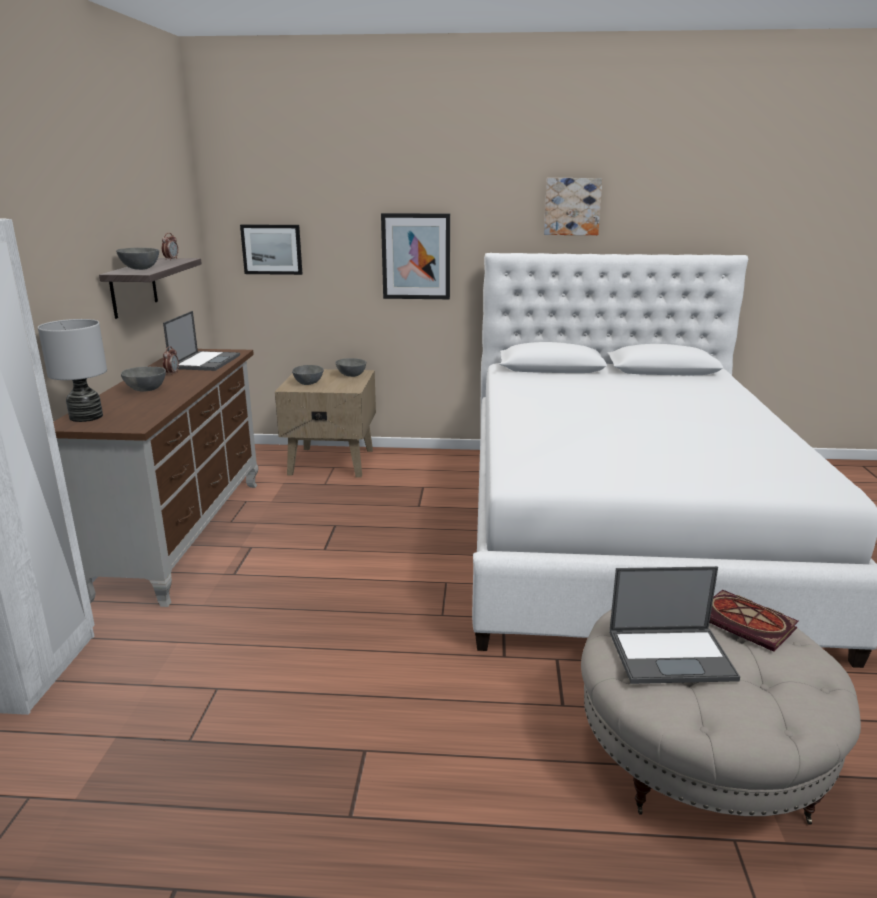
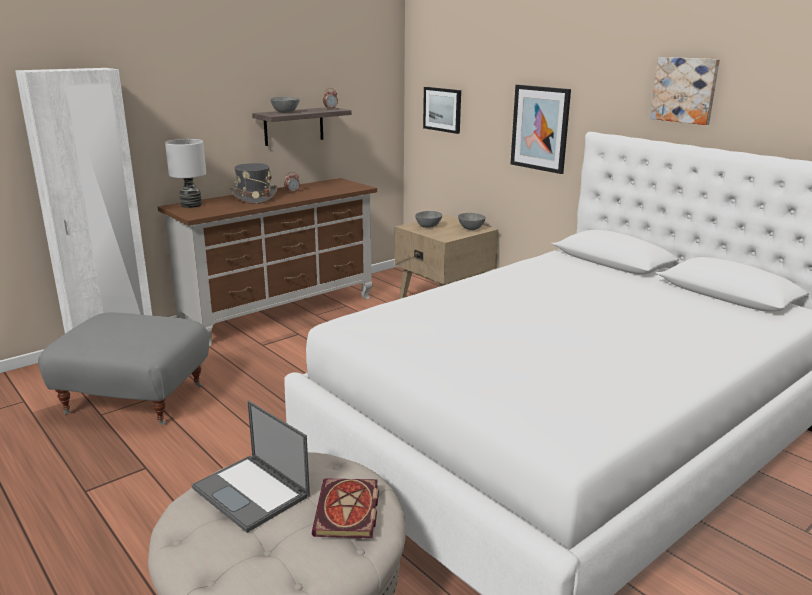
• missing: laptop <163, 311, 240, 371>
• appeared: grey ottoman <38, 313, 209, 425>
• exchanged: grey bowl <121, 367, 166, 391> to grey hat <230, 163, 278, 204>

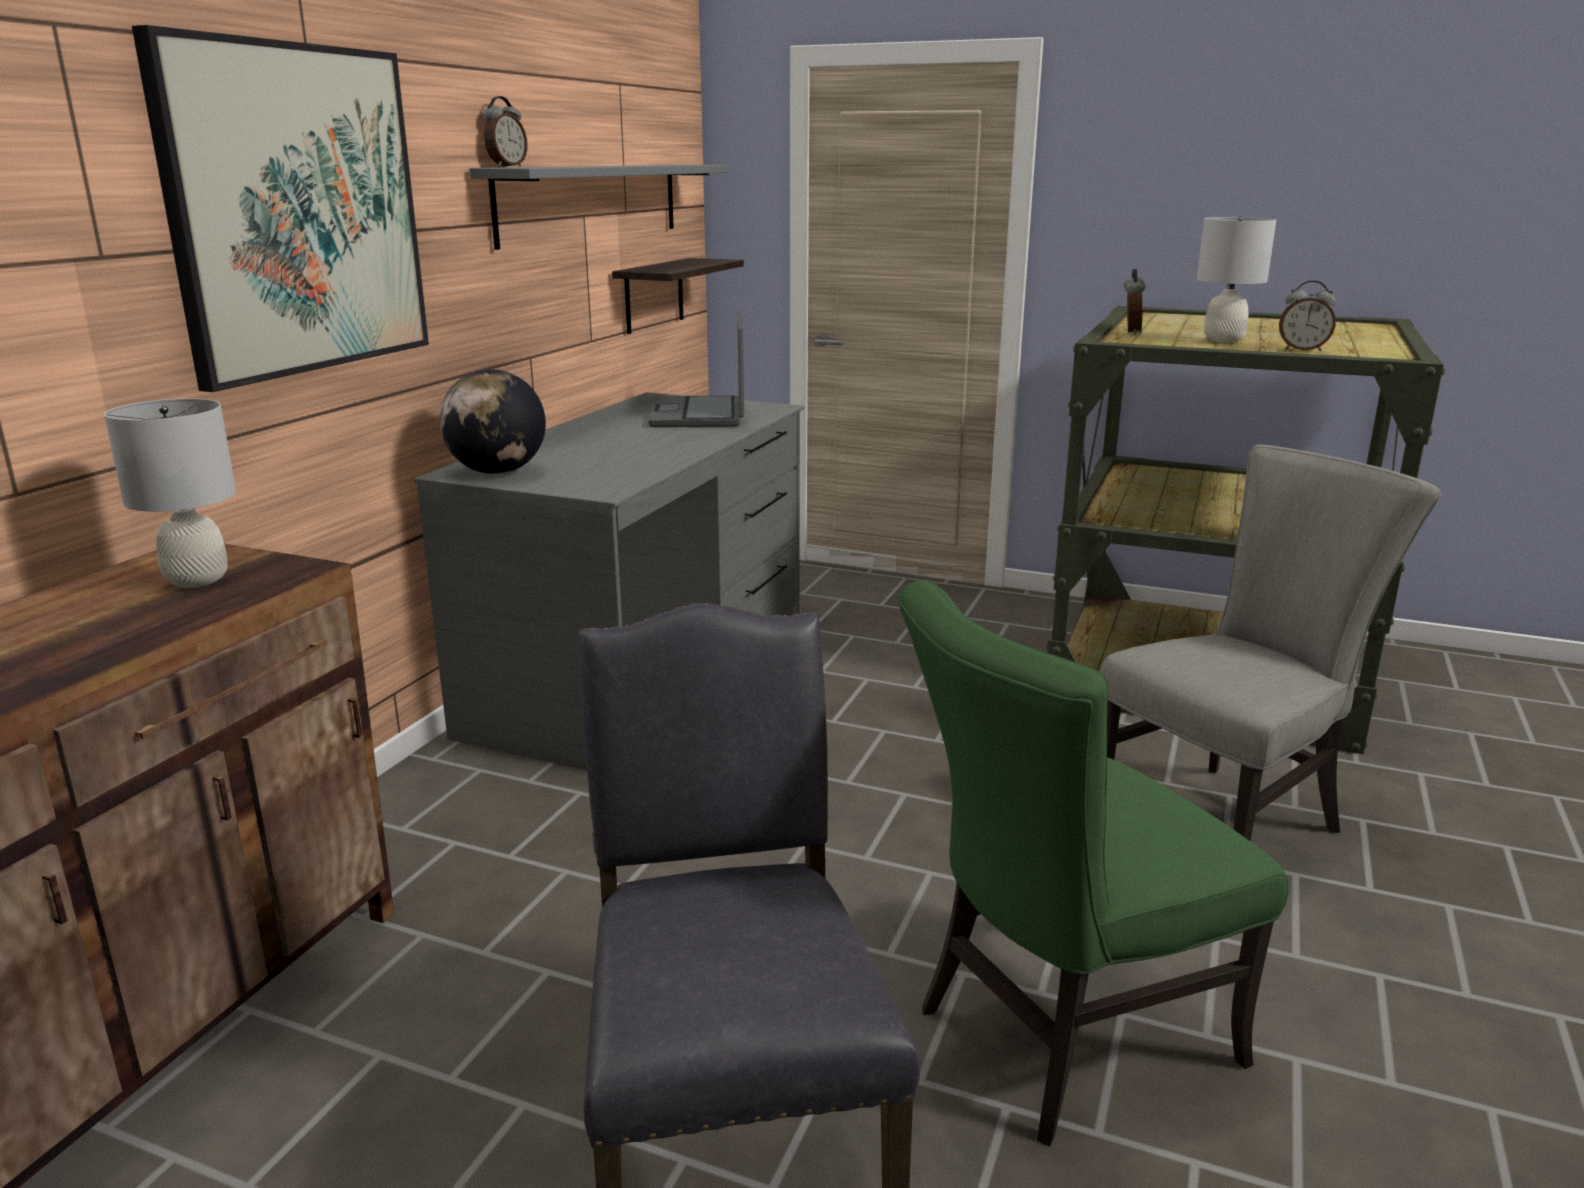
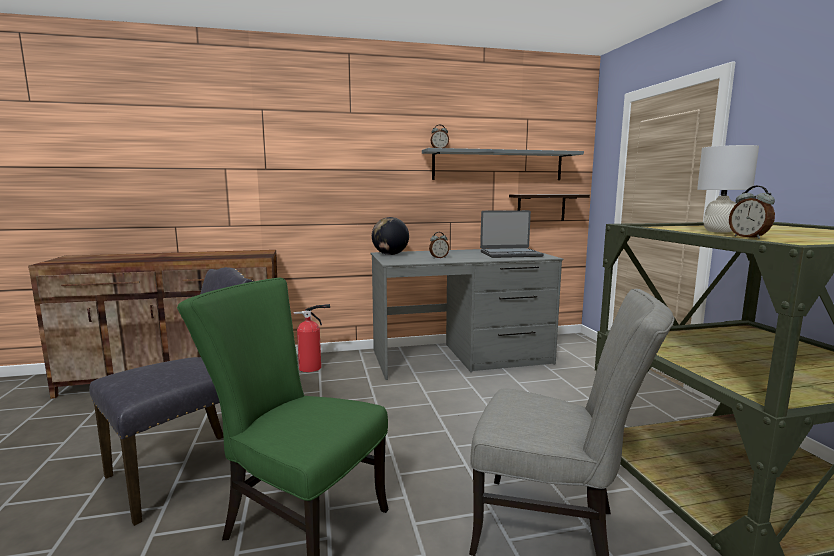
• missing: grey table lamp <104, 398, 236, 588>
• missing: picture <132, 25, 429, 392>
• appeared: fire extinguisher <293, 304, 330, 372>
• relocated: alarm clock <1124, 269, 1146, 334> to <429, 232, 449, 258>
• spun: laptop <648, 310, 744, 427> = <480, 210, 544, 258> 150 degrees counterclockwise

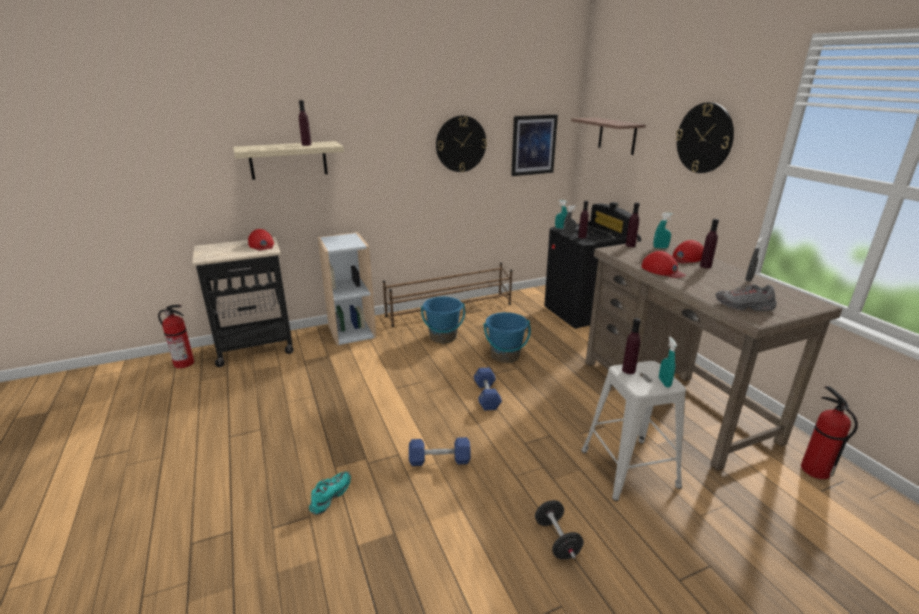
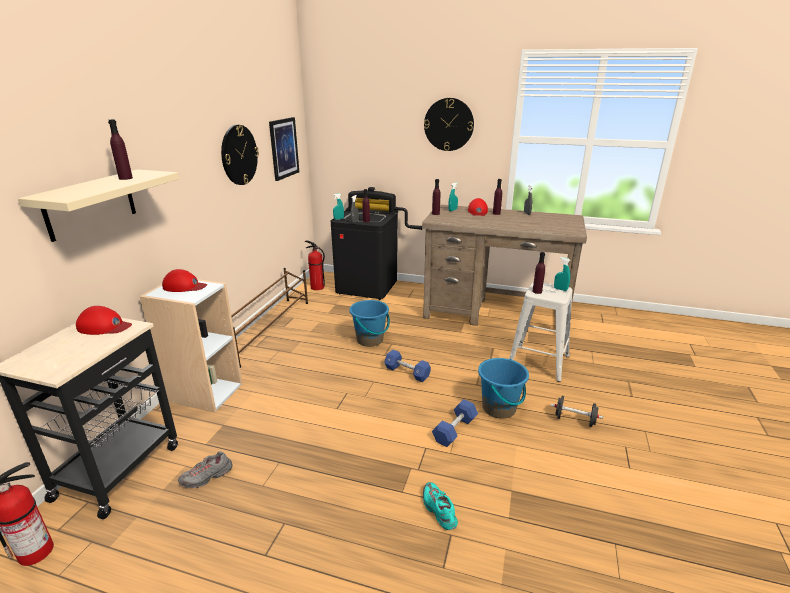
• missing: shelf <571, 117, 646, 155>
• relocated: blue bucket <421, 297, 465, 343> to <478, 358, 529, 419>
• relocated: red cap <641, 251, 686, 278> to <162, 269, 207, 292>
• relocated: grey shoe <716, 284, 777, 311> to <178, 451, 233, 488>
• relocated: fire extinguisher <801, 386, 858, 479> to <305, 240, 325, 290>

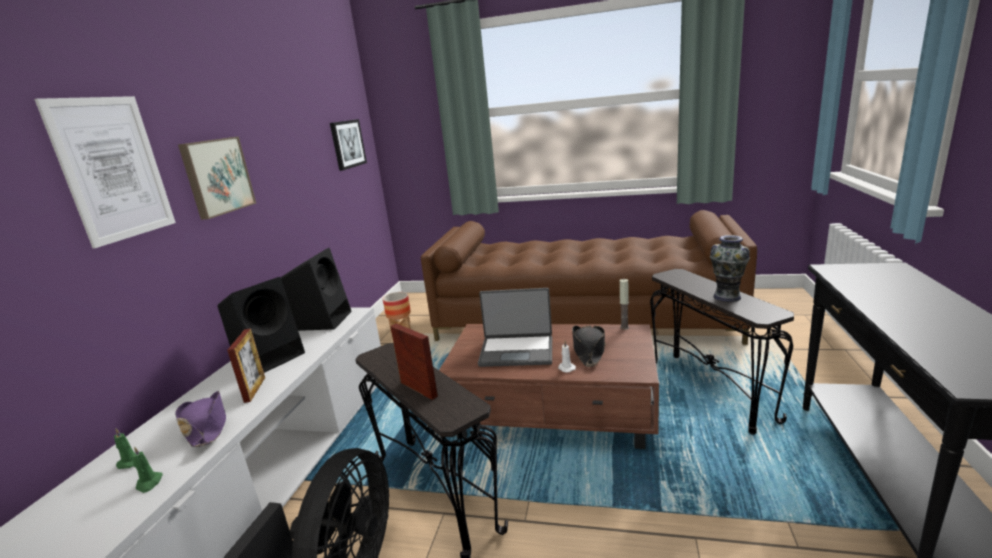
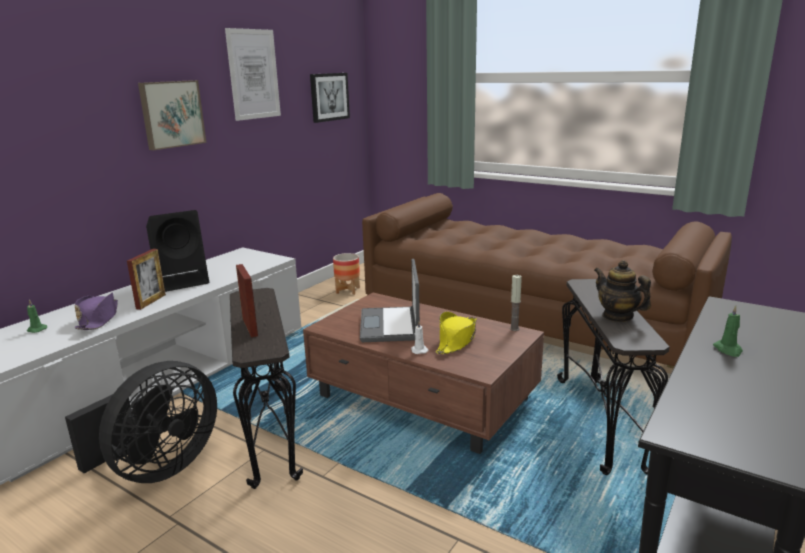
• missing: black speaker <281, 248, 352, 331>
• relocated: picture <34, 96, 176, 248> to <225, 28, 281, 121>
• relocated: green candle <132, 446, 163, 493> to <713, 305, 743, 357>
• exchanged: vase <710, 235, 750, 302> to teapot <594, 260, 651, 322>
• colour: black hat <572, 325, 606, 367> to yellow hat <436, 312, 476, 354>
• spun: laptop <478, 288, 552, 367> = <360, 259, 420, 342> 60 degrees clockwise

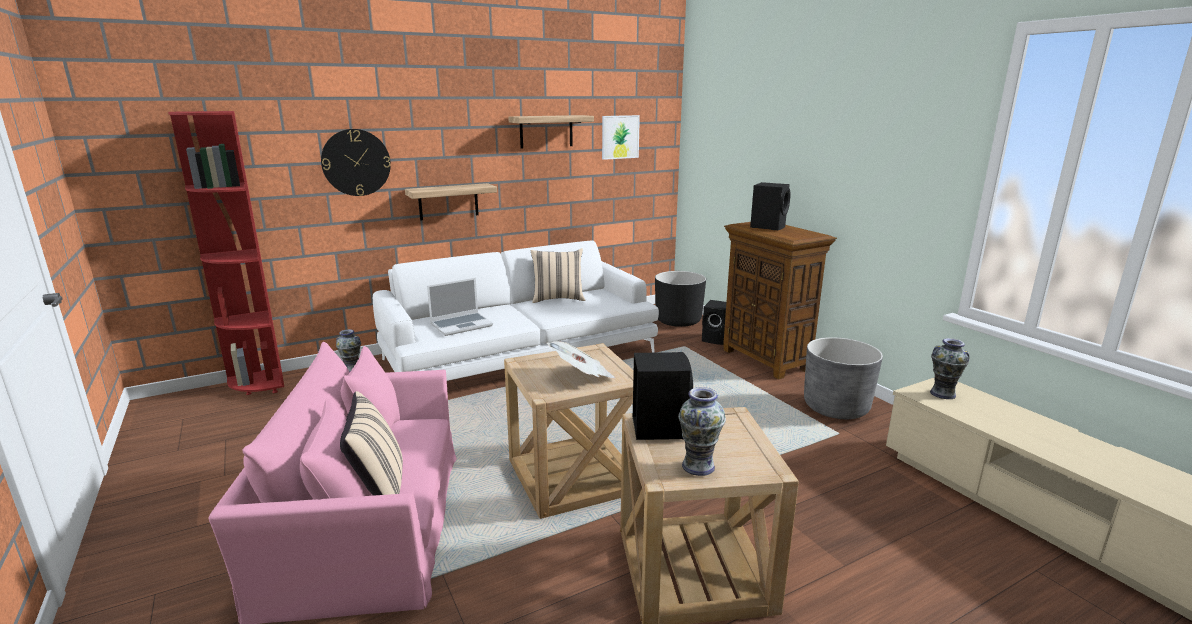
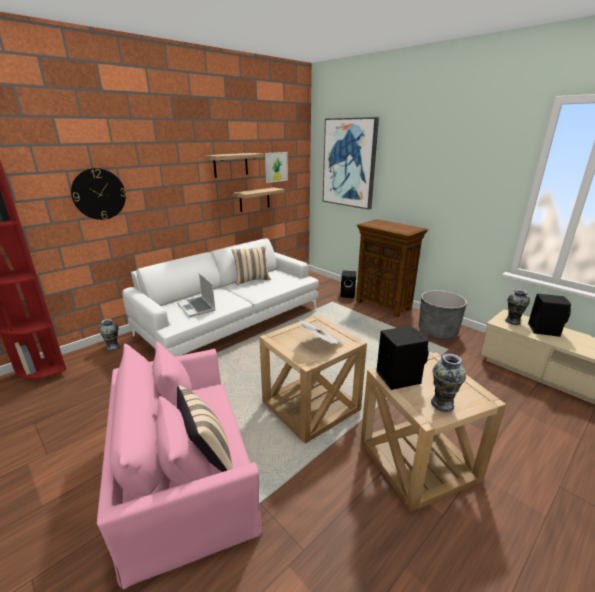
• missing: black planter <655, 271, 706, 327>
• appeared: picture <323, 117, 379, 210>
• relocated: shelf <405, 183, 497, 221> to <233, 187, 285, 212>
• relocated: black speaker <750, 182, 791, 230> to <528, 294, 571, 337>
• spun: laptop <427, 278, 493, 336> = <177, 273, 216, 317> 105 degrees clockwise

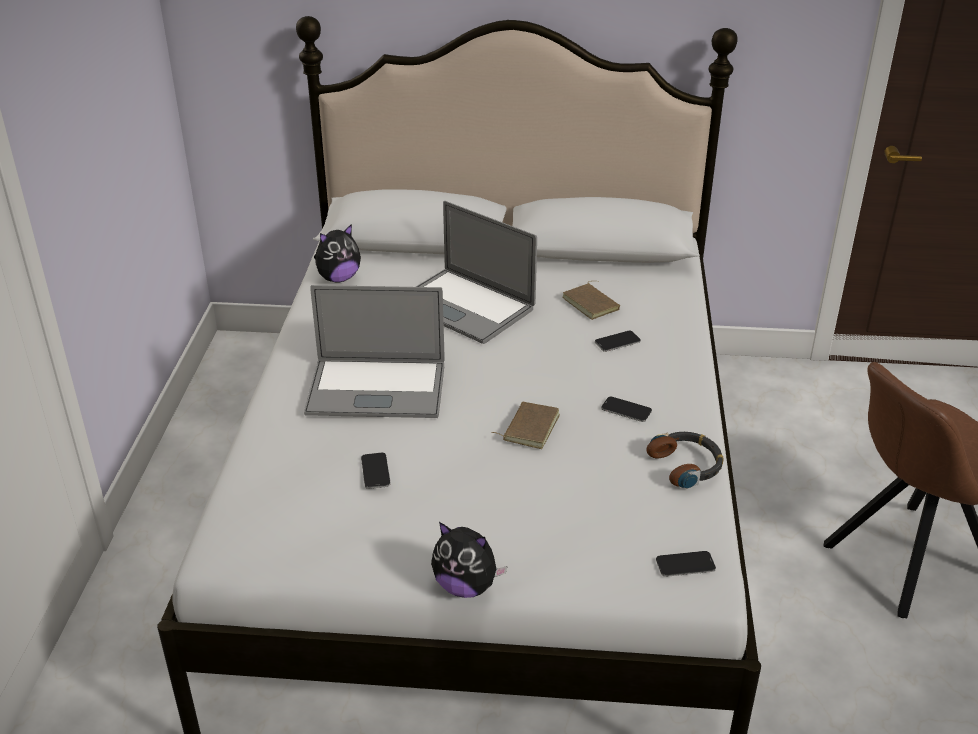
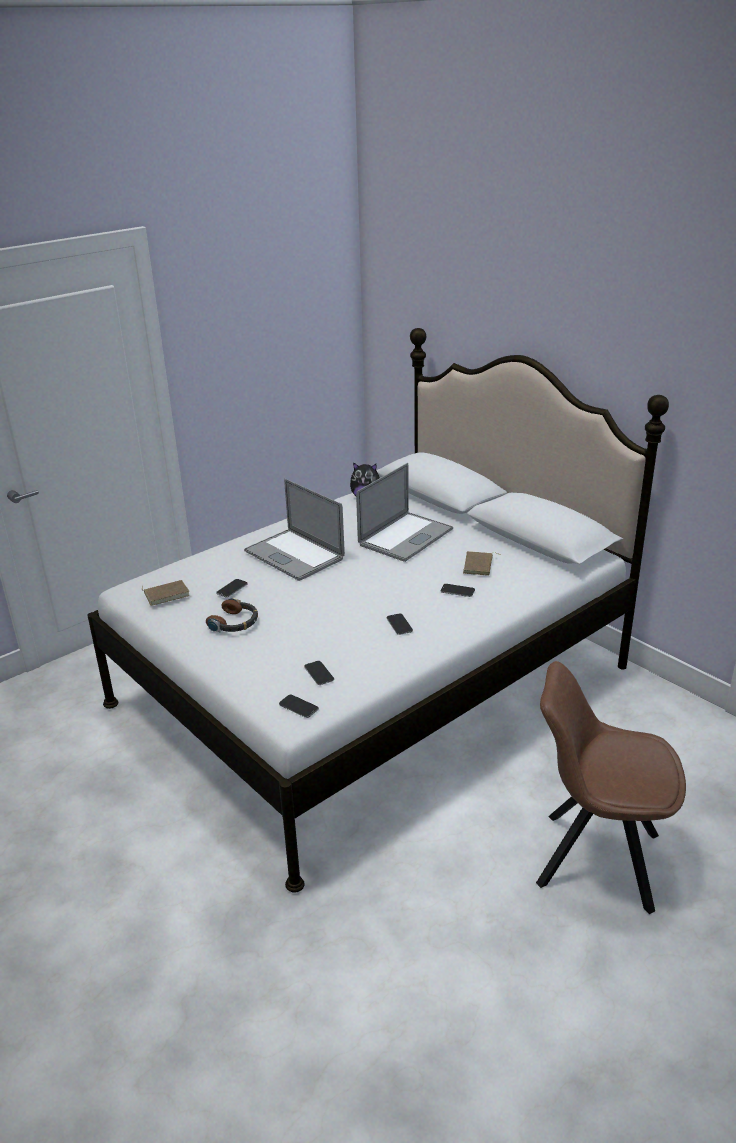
• missing: plush toy <431, 522, 508, 598>
• appeared: phone <304, 661, 334, 685>
• relocated: brown book <491, 402, 560, 449> to <142, 580, 189, 606>
• relocated: headphones <646, 432, 723, 489> to <206, 598, 258, 632>
• spun: laptop <416, 201, 537, 344> = <356, 463, 453, 562> 135 degrees counterclockwise

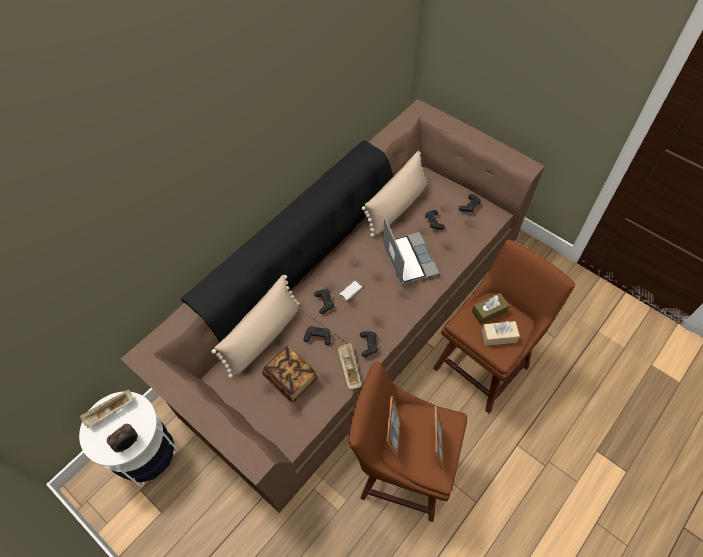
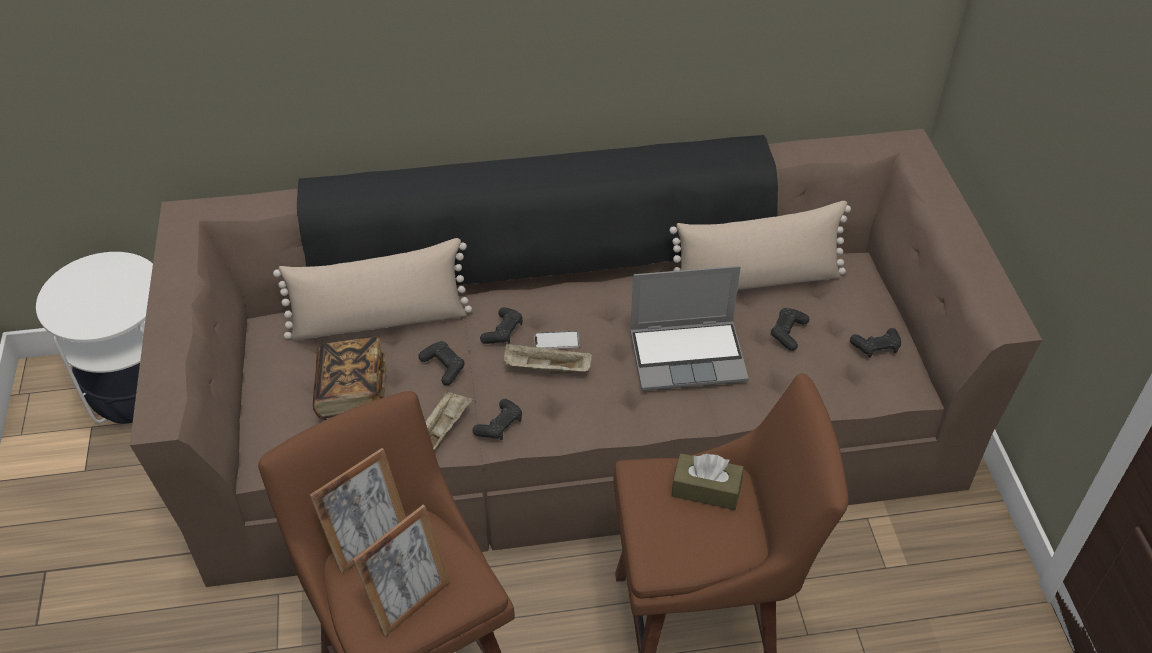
• missing: alarm clock <107, 424, 138, 452>
• missing: beige tissue box <482, 321, 520, 346>
• relocated: beige tray <80, 389, 133, 428> to <504, 344, 592, 374>
• spun: laptop <383, 218, 439, 285> = <630, 266, 749, 391> 60 degrees clockwise

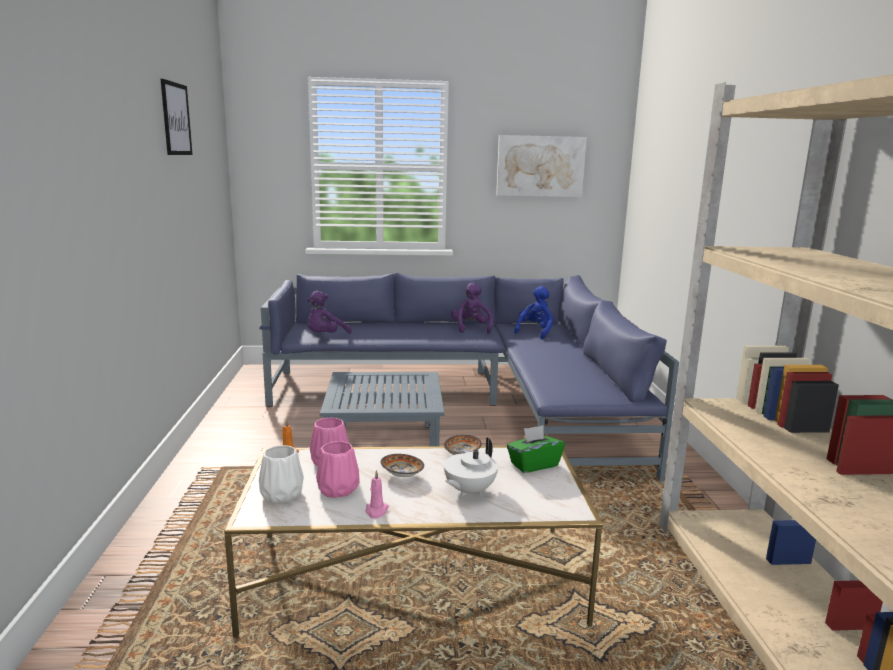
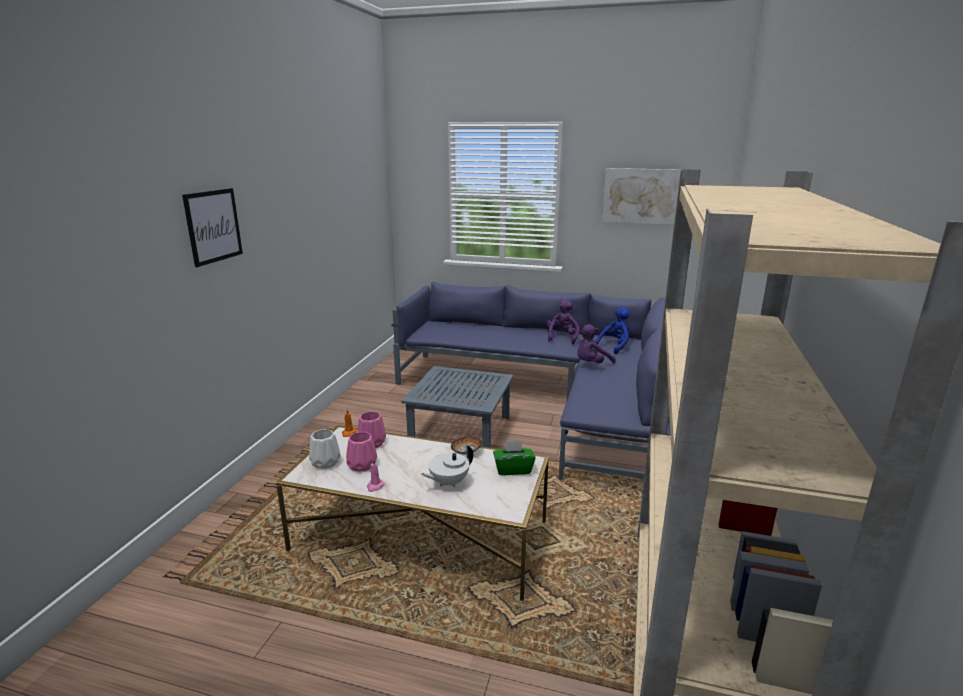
• missing: bowl <381, 454, 424, 477>
• relocated: picture <161, 79, 193, 155> to <182, 188, 243, 267>
• relocated: purple plush toy <307, 291, 352, 334> to <577, 324, 616, 363>

